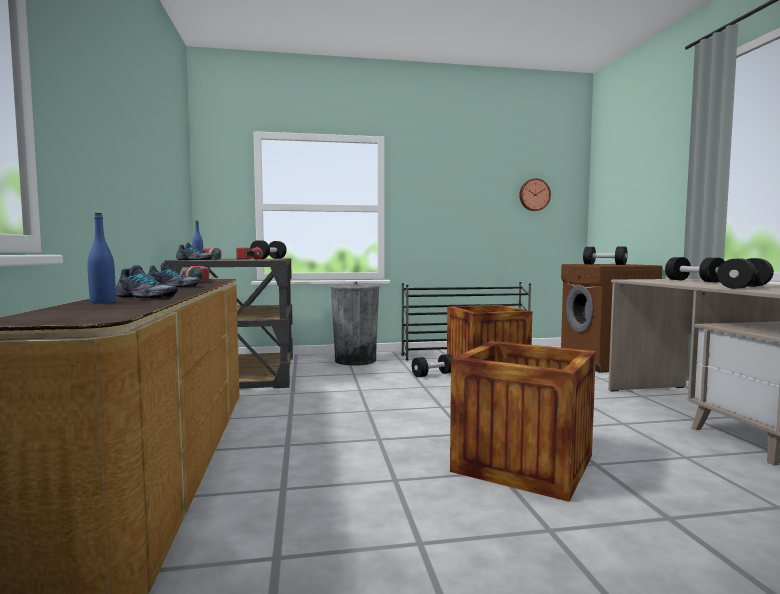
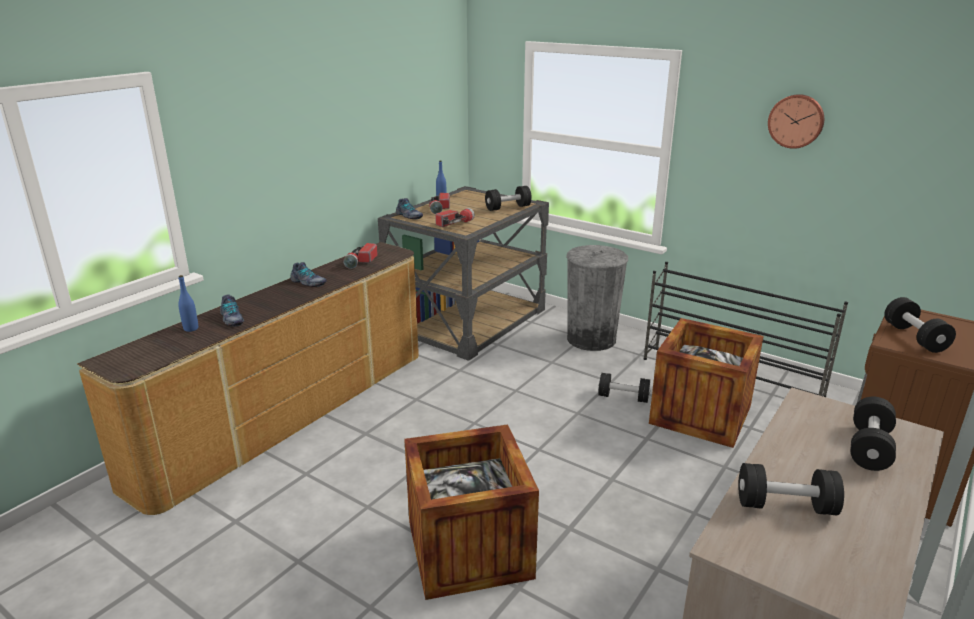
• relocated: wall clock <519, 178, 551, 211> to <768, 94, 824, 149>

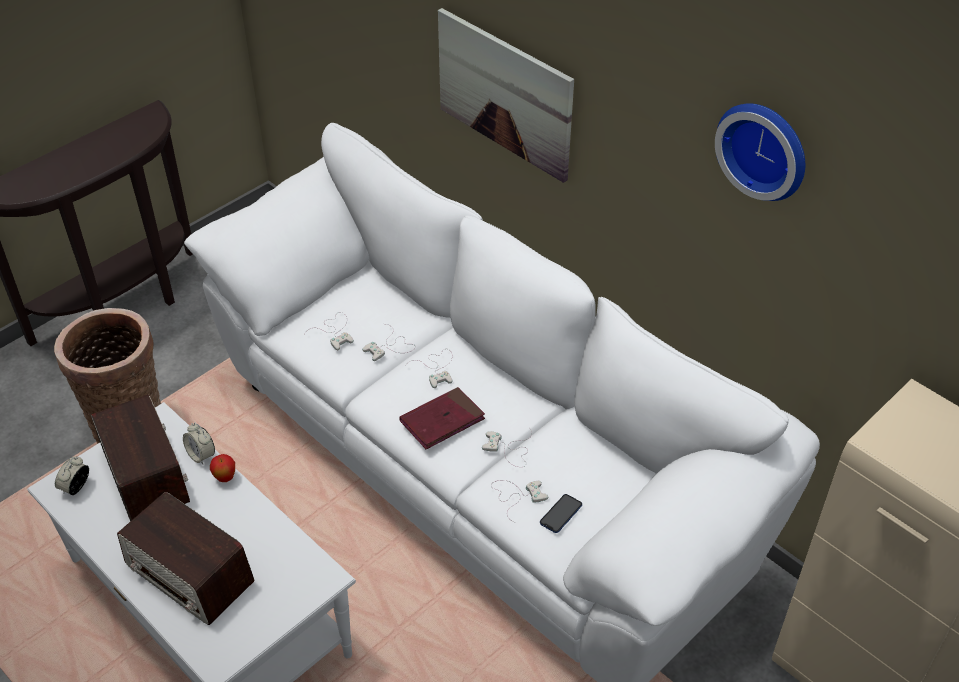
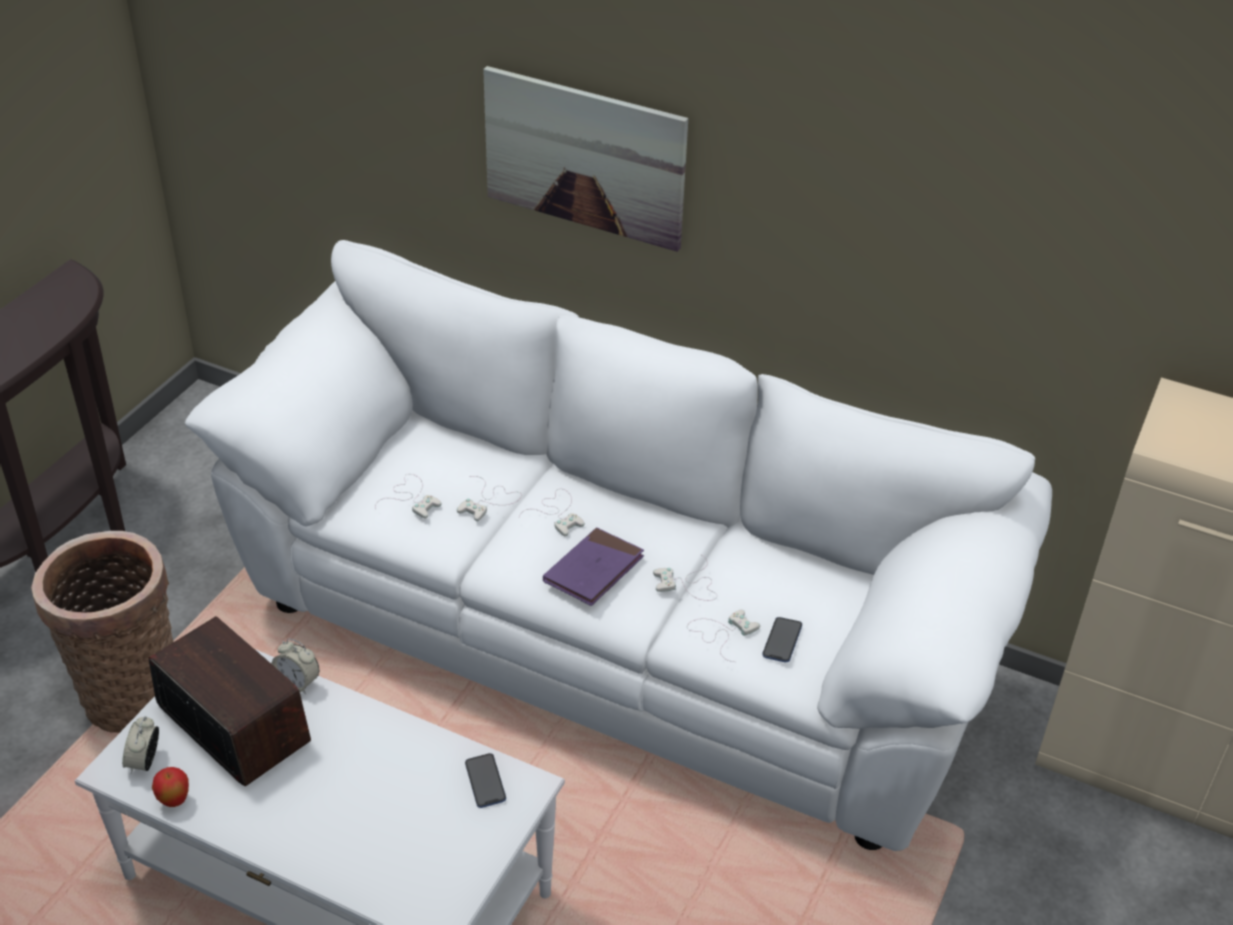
• missing: radio <117, 492, 254, 625>
• missing: wall clock <715, 103, 805, 201>
• appeared: phone <465, 753, 506, 808>
• relocated: apple <210, 454, 235, 482> to <152, 767, 189, 807>
• colour: red book <399, 387, 485, 449> to purple book <543, 527, 644, 606>

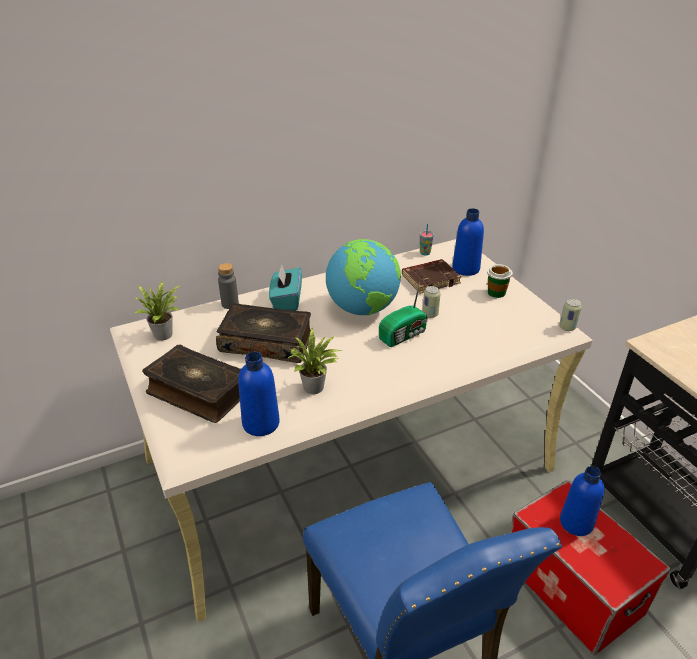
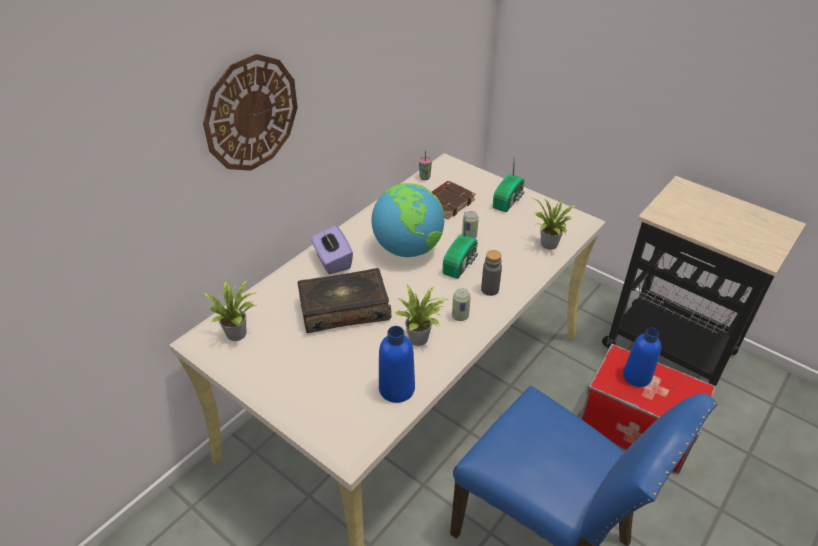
• missing: book <142, 344, 241, 423>
• missing: blue bottle <452, 208, 484, 276>
• appeared: wall clock <203, 54, 298, 171>
• appeared: potted plant <533, 198, 576, 250>
• relocated: grey bottle <218, 263, 239, 309> to <481, 250, 502, 296>
• relocated: can <559, 299, 582, 331> to <452, 288, 471, 321>
• exchanged: cup <487, 264, 513, 298> to radio <493, 153, 525, 212>
• colour: turquoise tissue box <269, 264, 302, 311> to purple tissue box <311, 225, 353, 274>

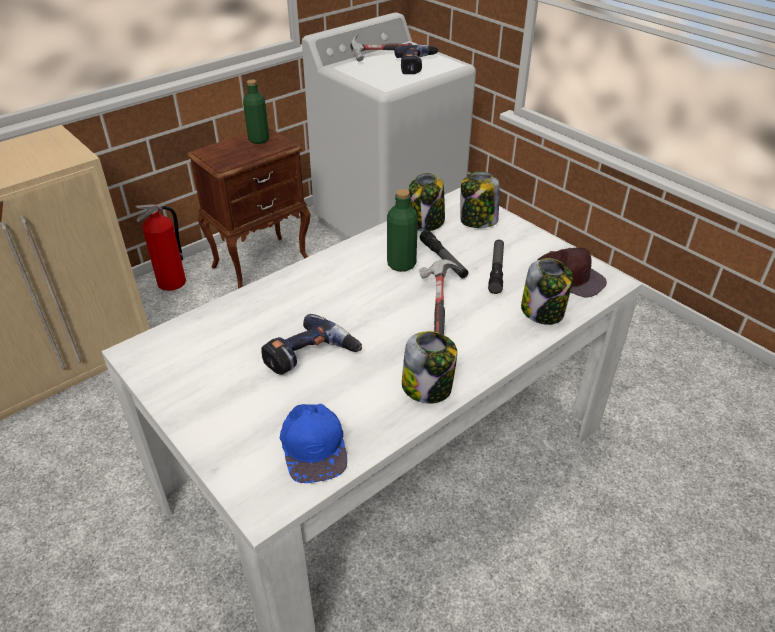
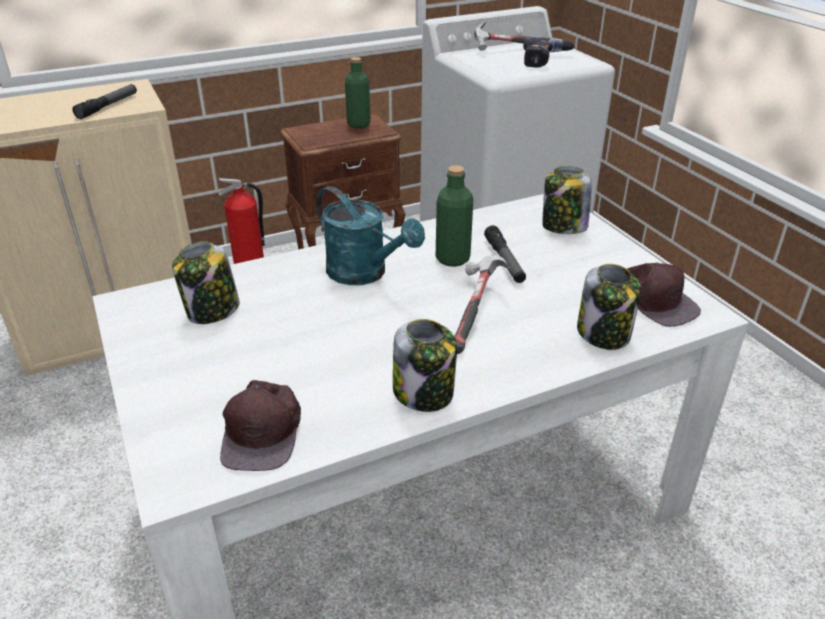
• missing: power drill <261, 314, 362, 375>
• appeared: turquoise watering can <316, 186, 425, 285>
• relocated: jar <409, 173, 445, 231> to <172, 241, 240, 324>
• relocated: flashlight <488, 240, 504, 294> to <73, 84, 137, 119>
• colour: blue cap <280, 404, 347, 483> to brown cap <220, 380, 301, 471>

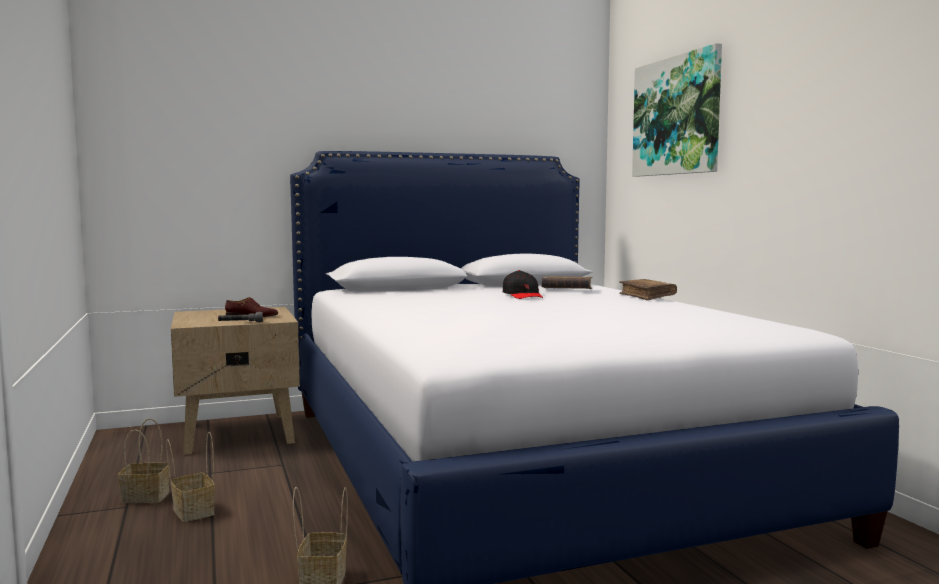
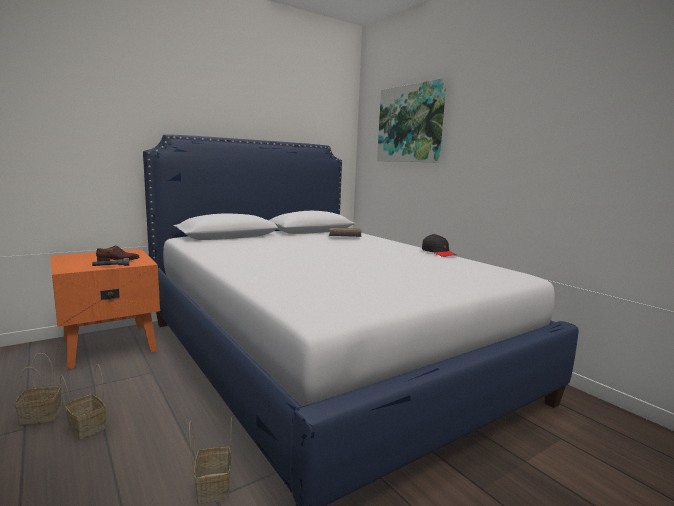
• missing: brown book <619, 279, 677, 300>
• relocated: black cap <503, 270, 543, 299> to <422, 234, 457, 257>
• colour: beige nightstand <171, 307, 300, 455> to orange nightstand <50, 249, 160, 369>

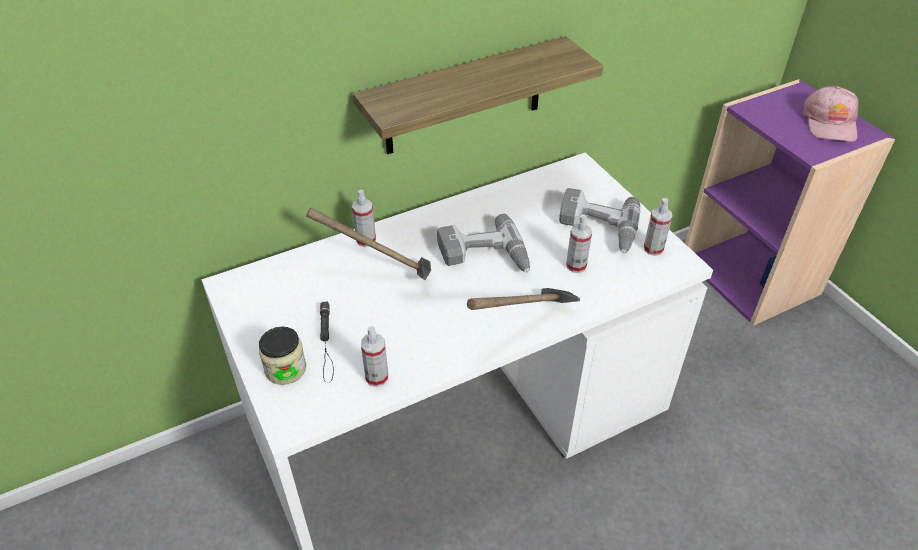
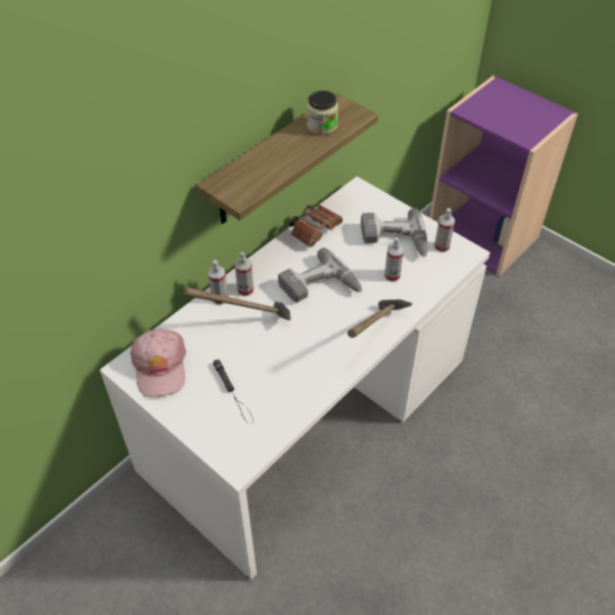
• appeared: brown binoculars <289, 205, 343, 247>
• relocated: jar <259, 327, 306, 385> to <307, 91, 338, 135>
• relocated: spray bottle <361, 326, 388, 387> to <235, 252, 254, 296>
• relocated: pink cap <803, 86, 859, 142> to <130, 329, 186, 397>

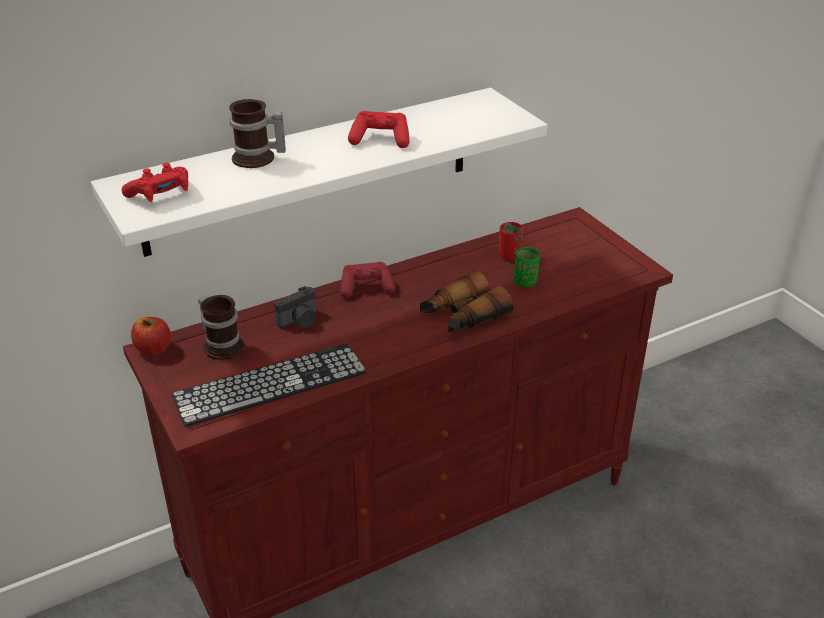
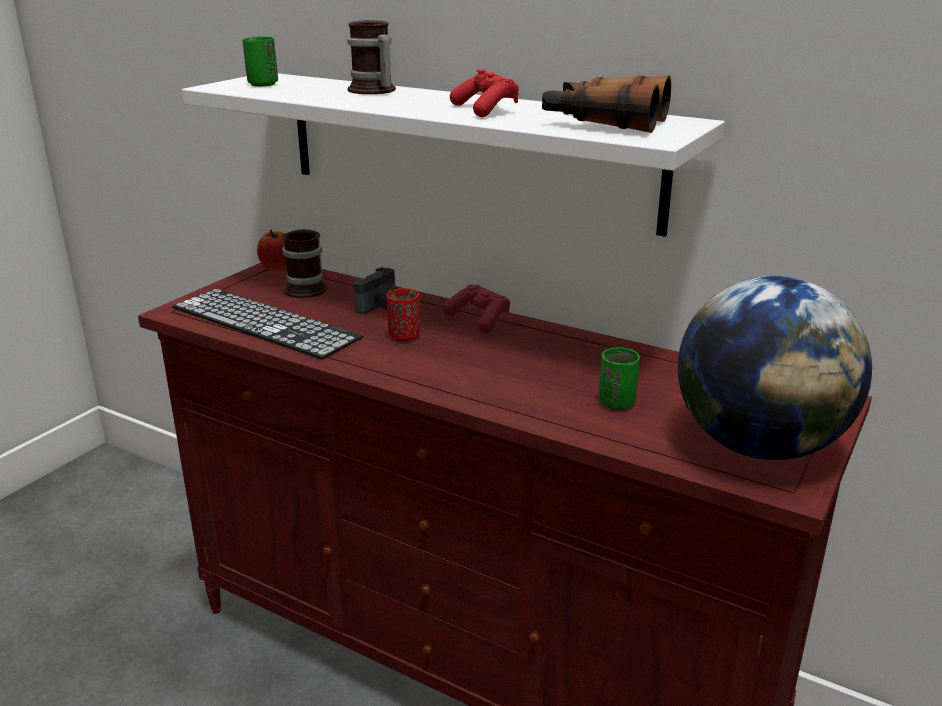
• appeared: globe <678, 276, 872, 460>
• relocated: binoculars <420, 270, 513, 333> to <542, 75, 671, 133>
• relocated: red cup <499, 222, 523, 261> to <386, 288, 420, 341>
• exchanged: red game controller <122, 163, 188, 202> to green cup <242, 36, 278, 86>
• spun: photo camera <274, 286, 316, 328> = <354, 267, 399, 314> 75 degrees counterclockwise

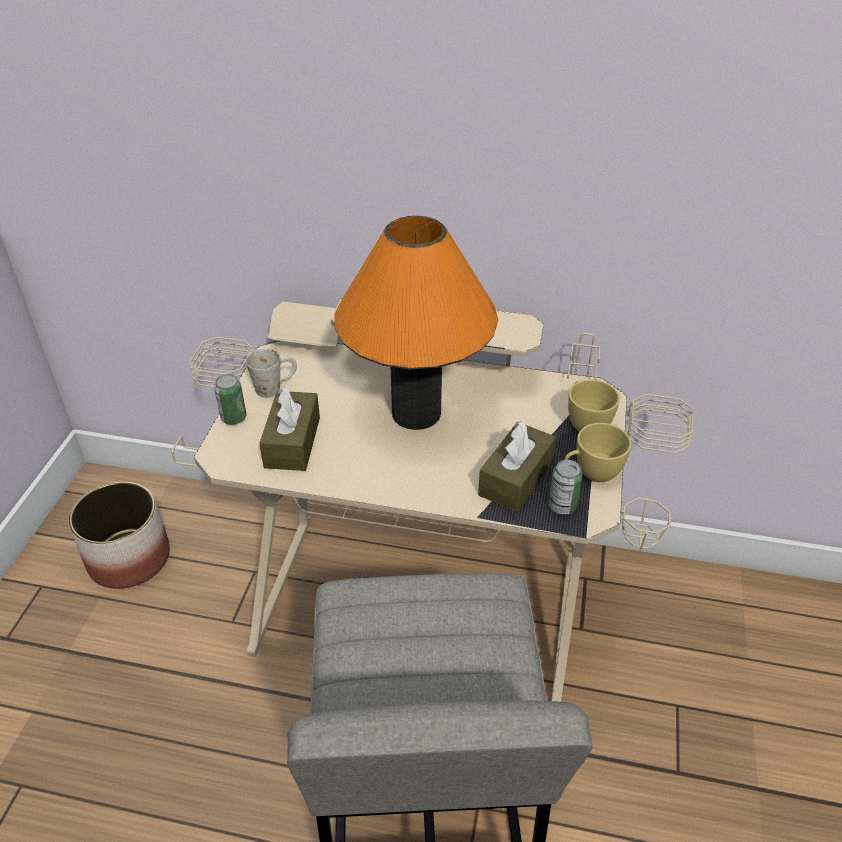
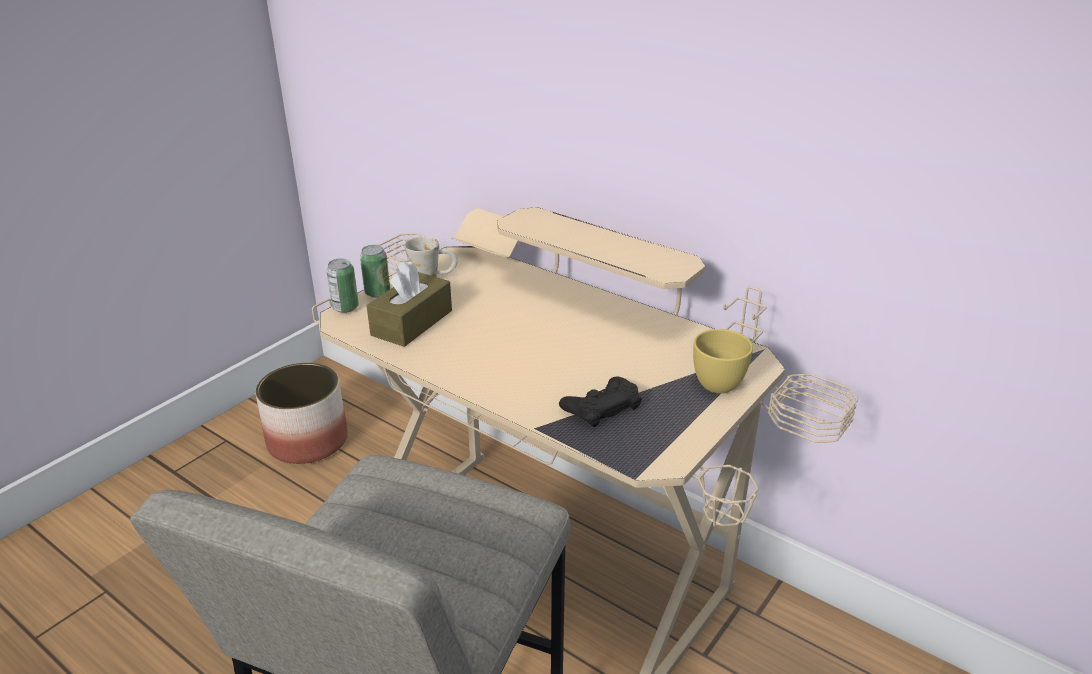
• missing: orange table lamp <334, 216, 498, 430>
• missing: yellow cup <565, 423, 631, 482>
• relocated: can <548, 460, 583, 515> to <327, 258, 359, 313>
• exchanged: brown tissue box <478, 421, 556, 512> to black game controller <559, 377, 642, 427>

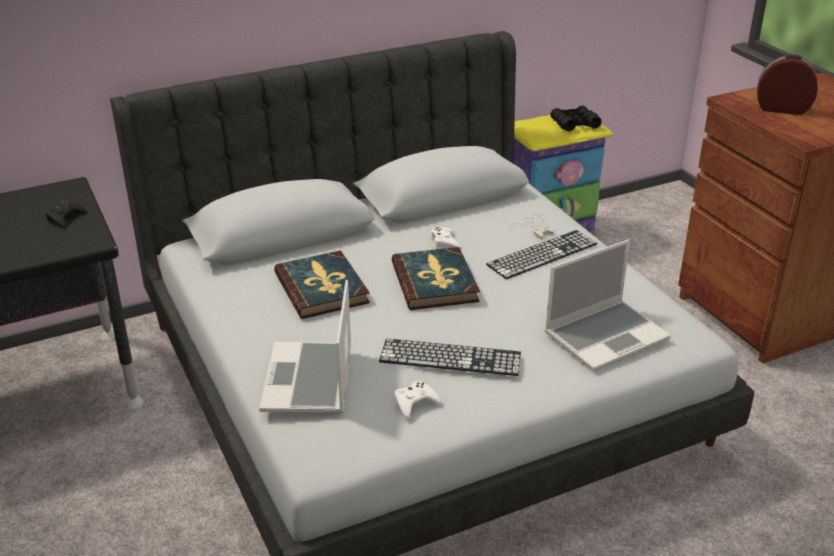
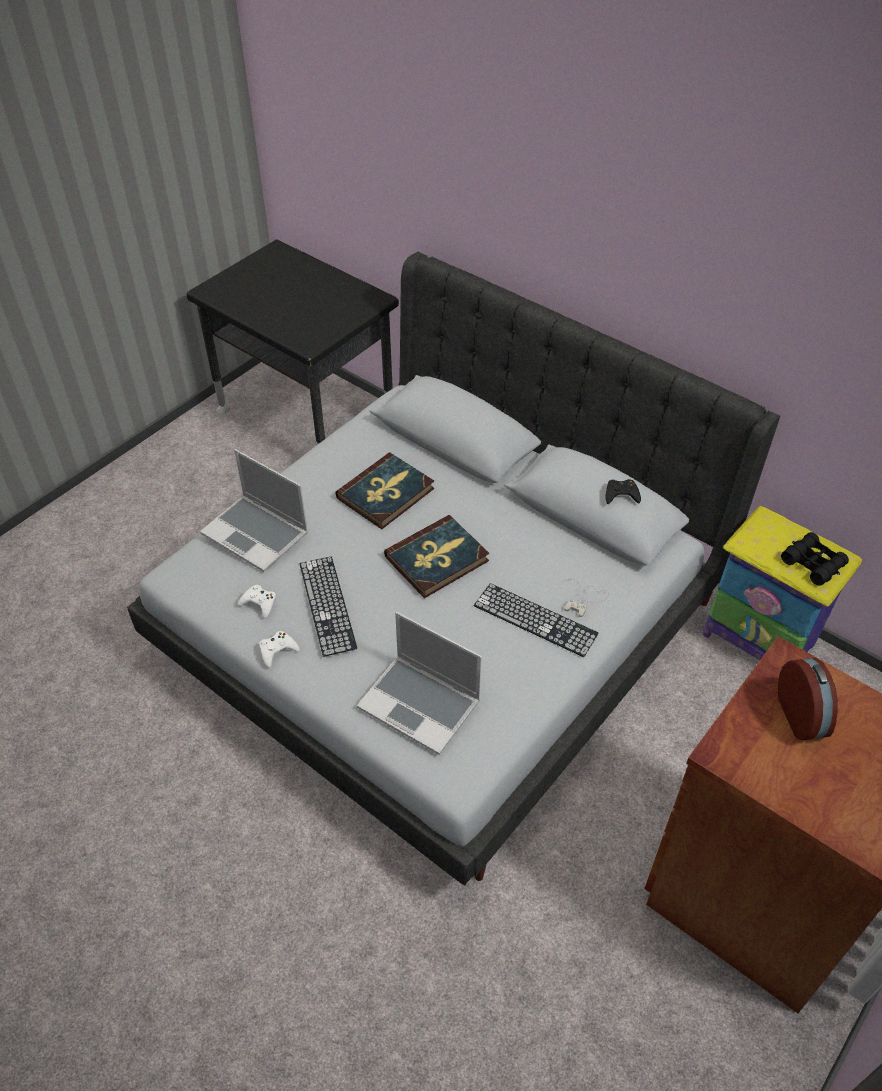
• relocated: black game controller <45, 201, 87, 228> to <606, 479, 641, 504>
• relocated: white game controller <431, 227, 461, 248> to <259, 631, 300, 668>
• spun: laptop <259, 280, 351, 413> = <200, 449, 308, 572> 120 degrees counterclockwise

